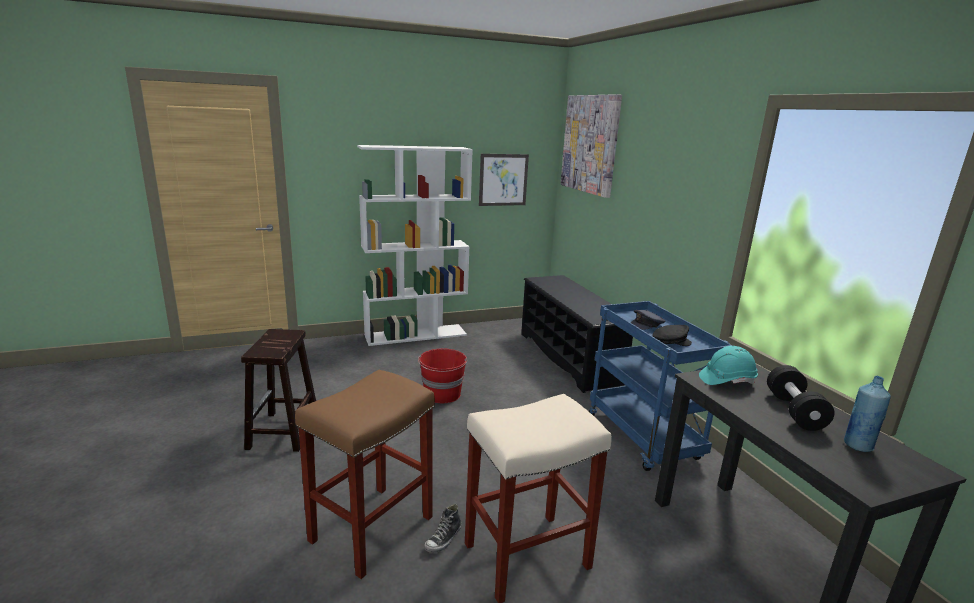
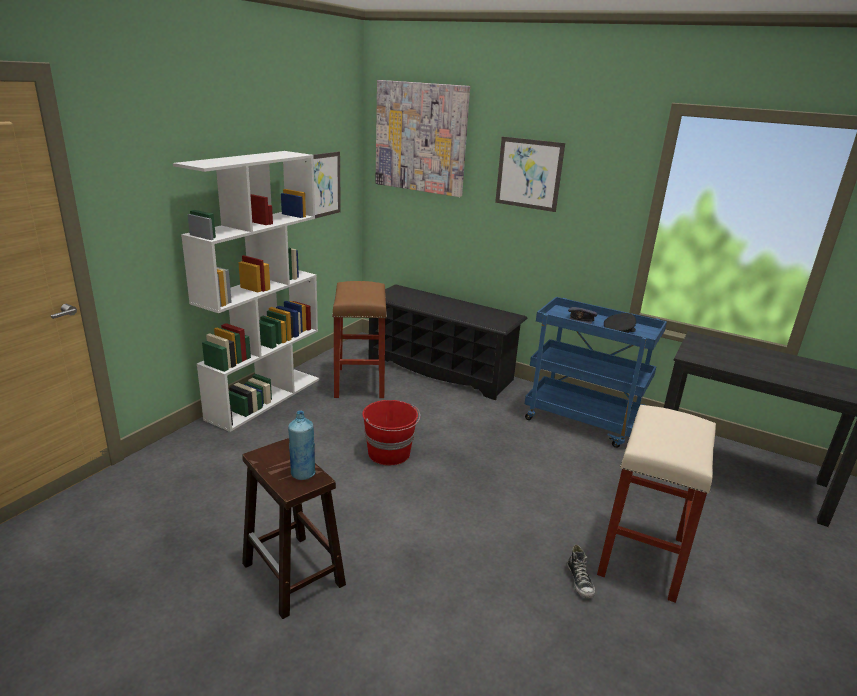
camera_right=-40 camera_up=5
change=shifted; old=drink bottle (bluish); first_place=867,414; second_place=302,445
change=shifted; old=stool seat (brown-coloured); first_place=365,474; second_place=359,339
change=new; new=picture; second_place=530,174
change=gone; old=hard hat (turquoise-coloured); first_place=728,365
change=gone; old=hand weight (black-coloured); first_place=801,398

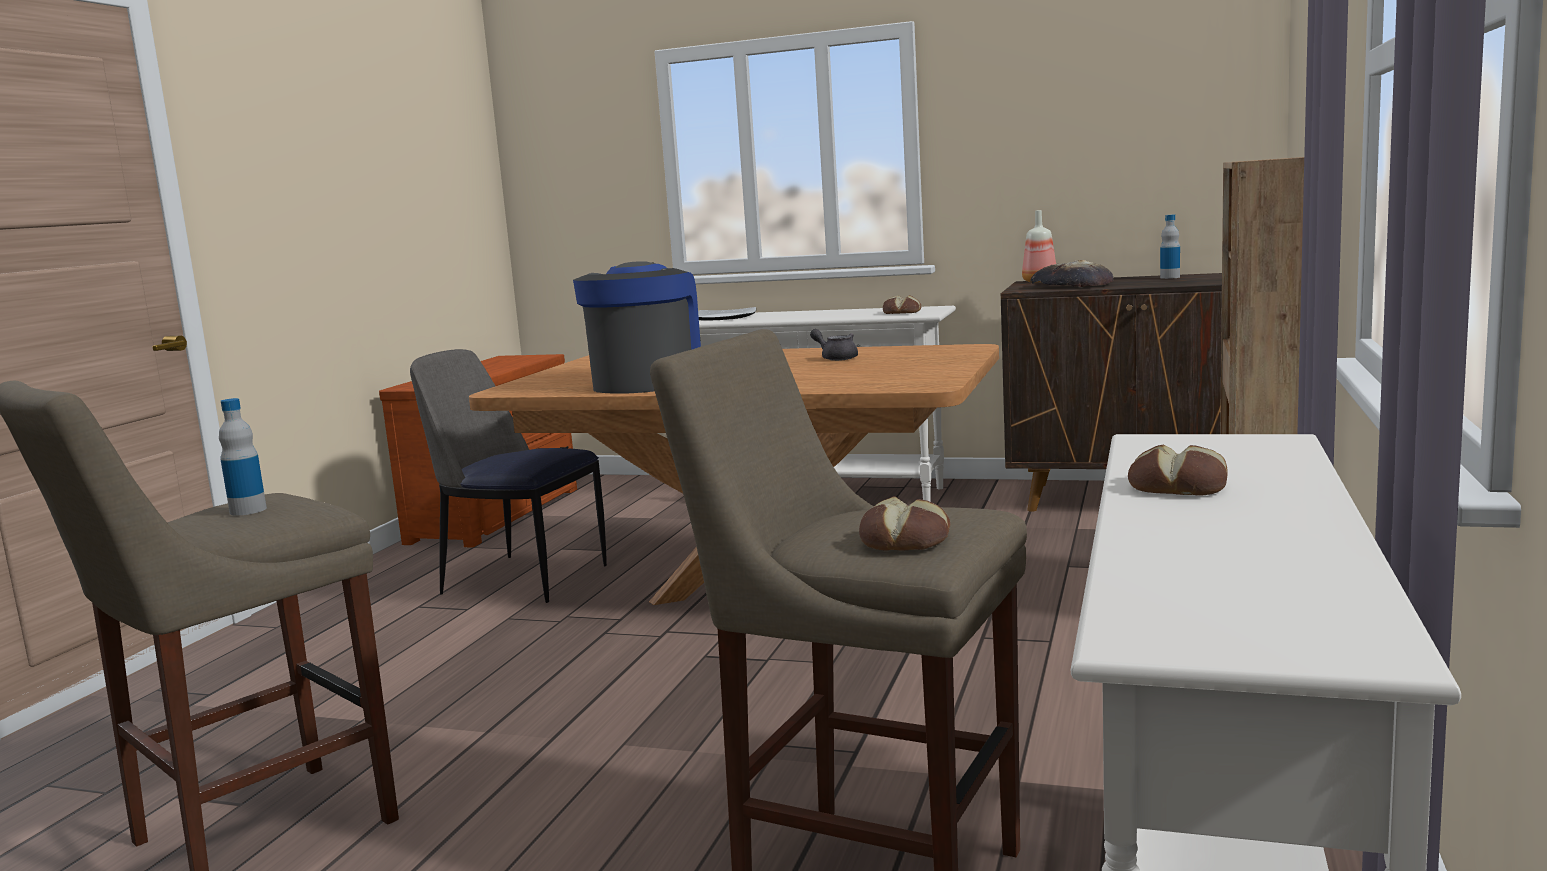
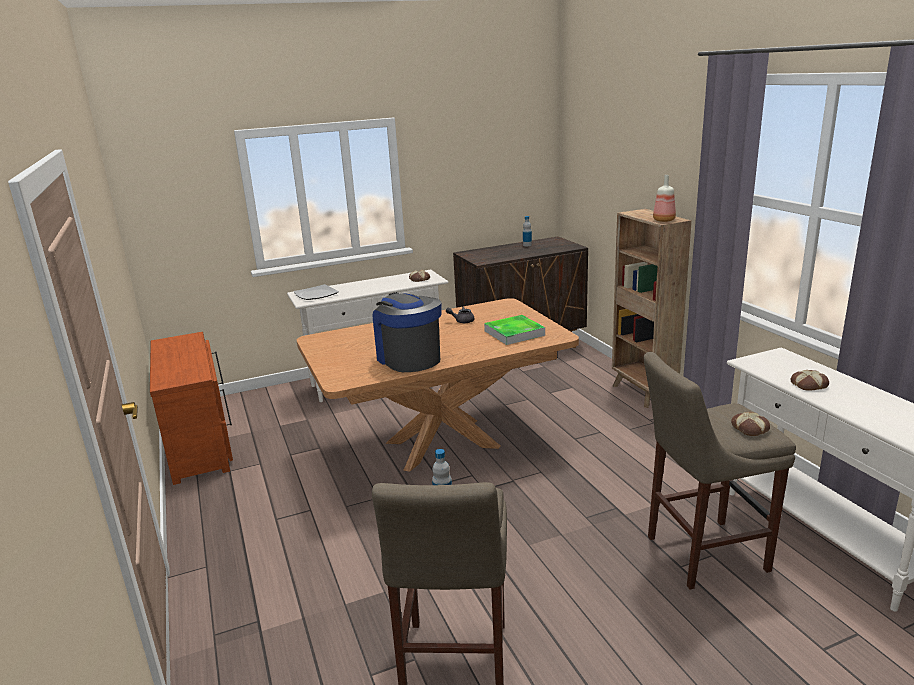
camera_right=-40 camera_up=10
change=new; new=serving tray; second_place=514,330
change=shifted; old=drink bottle; first_place=1039,246; second_place=664,198
change=gone; old=upright chair; first_place=508,476
change=gone; old=bread; first_place=1071,273

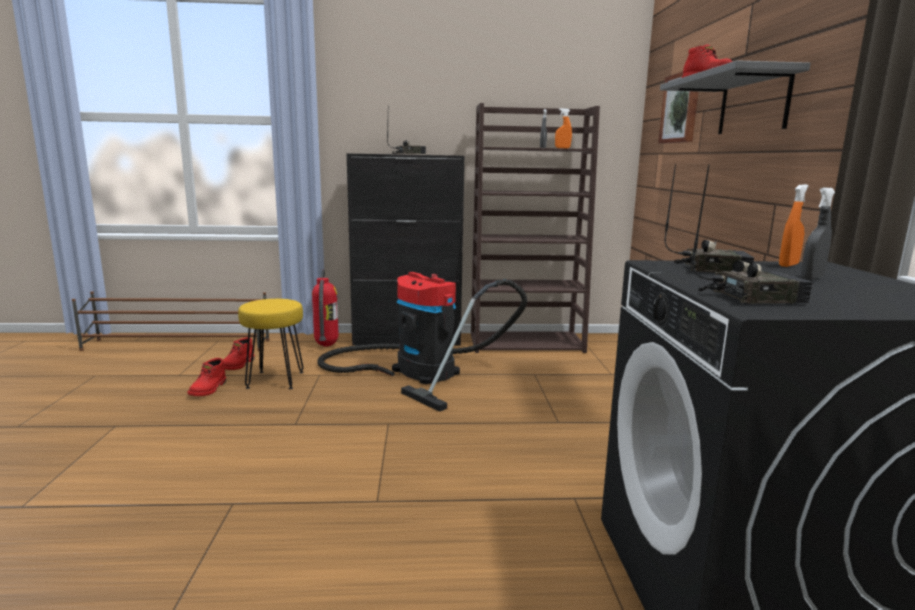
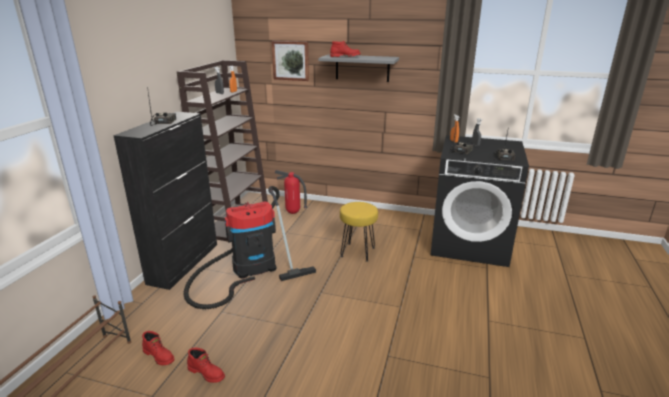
camera_right=-70 camera_up=10
change=shifted; old=fire-fighting cylinder; first_place=325,308; second_place=290,192
change=shifted; old=stool seat (yellow); first_place=271,344; second_place=359,232

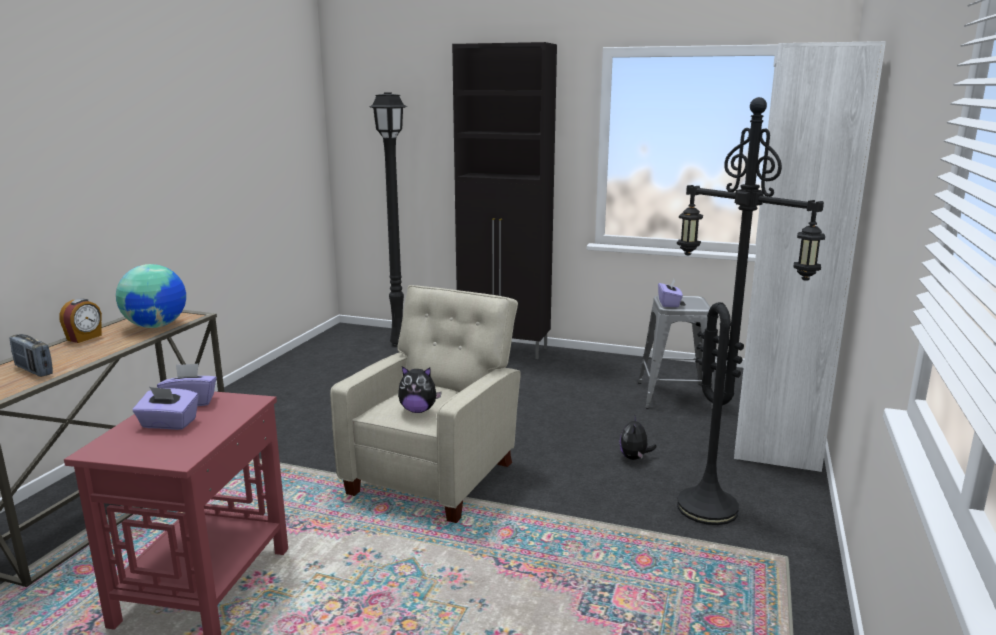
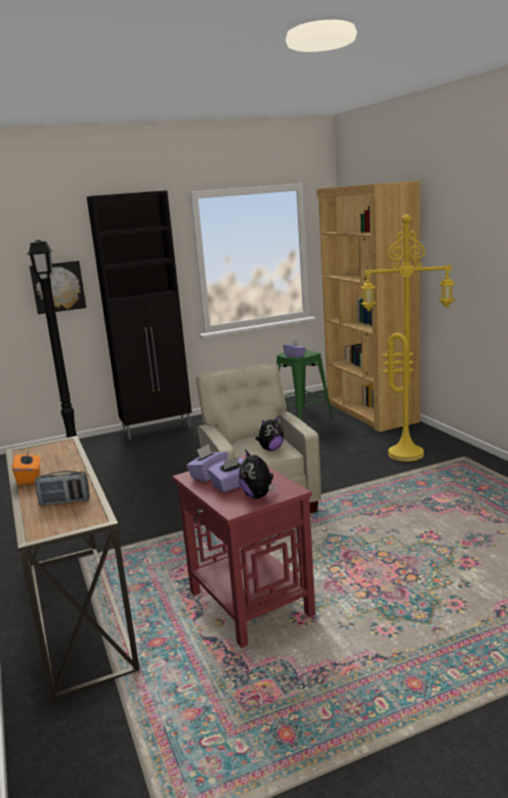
camera_right=-40 camera_up=0
change=swapped; old=bedside clock; new=tissue holder (orange-coloured); first_place=80,320; second_place=26,466
change=new; new=picture; second_place=57,287
change=shifted; old=plush toy; first_place=638,437; second_place=257,474
change=repainted; old=stool seat (greyish); new=stool seat (green-coloured); first_place=676,352; second_place=304,385
change=repainted; old=bookshelf (white); new=bookshelf (brown-coloured); first_place=810,256; second_place=369,306
change=repainted; old=floor lamp (black-coloured); new=floor lamp (yellow); first_place=751,311; second_place=407,338
change=gone; old=desk globe; first_place=151,296

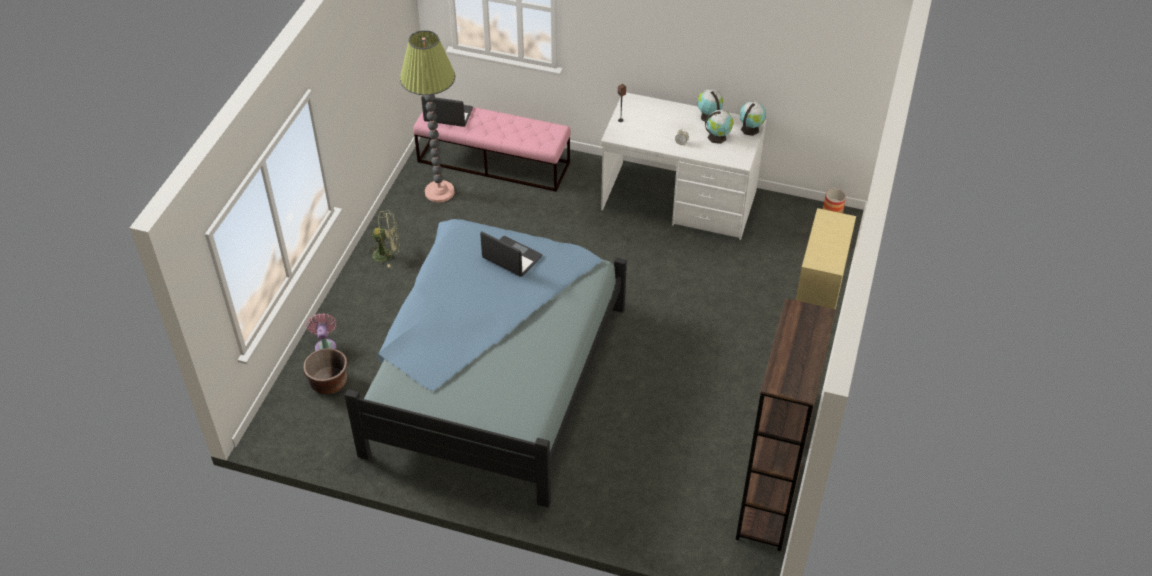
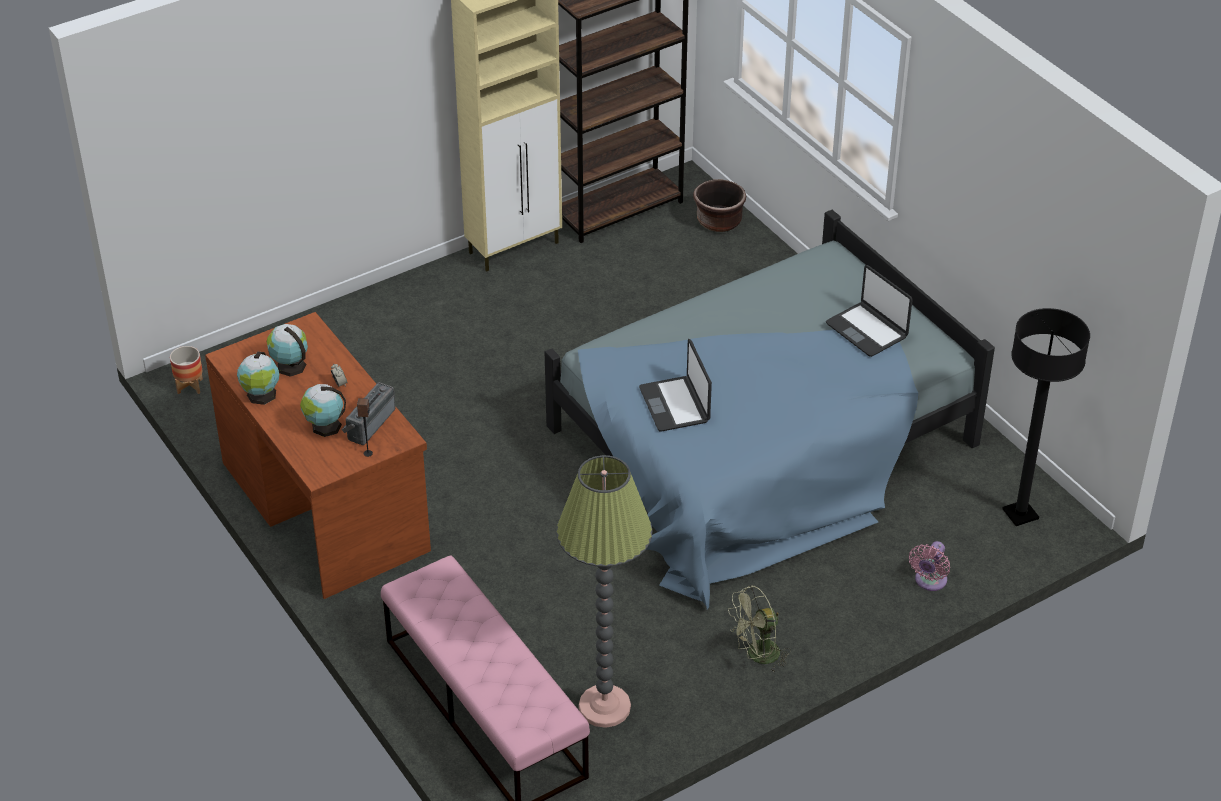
camera_right=-140 camera_up=-5
change=repainted; old=desk unit (white); new=desk unit (brown-coloured); first_place=683,166; second_place=318,455
change=shifted; old=desk globe; first_place=753,118; second_place=323,410
change=new; new=radio receiver; second_place=369,413
change=shifted; old=flower pot (brown-coloured); first_place=325,371; second_place=719,205
change=rotated; old=electric fan (green-coloured); first_place=383,239; second_place=759,629; degrees=-60
change=shifted; old=notebook computer; first_place=447,111; second_place=869,311
change=new; new=floor lamp (black-coloured); second_place=1046,417

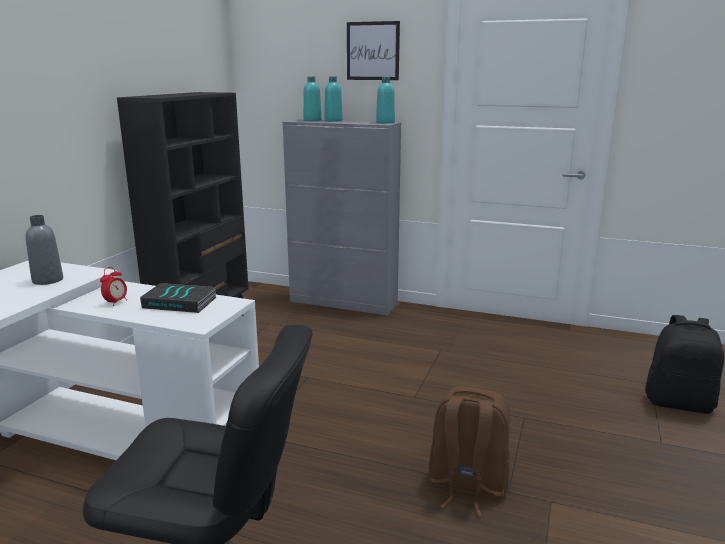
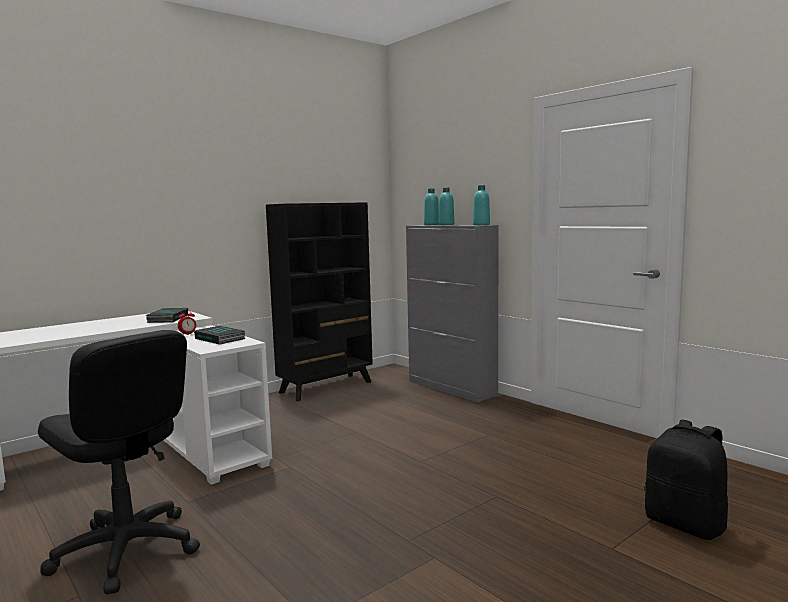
camera_right=30 camera_up=-10
change=swapped; old=drink bottle (greyish); new=volume; first_place=44,250; second_place=167,315
change=gone; old=picture; first_place=373,50
change=gone; old=knapsack (brown-coloured); first_place=469,451

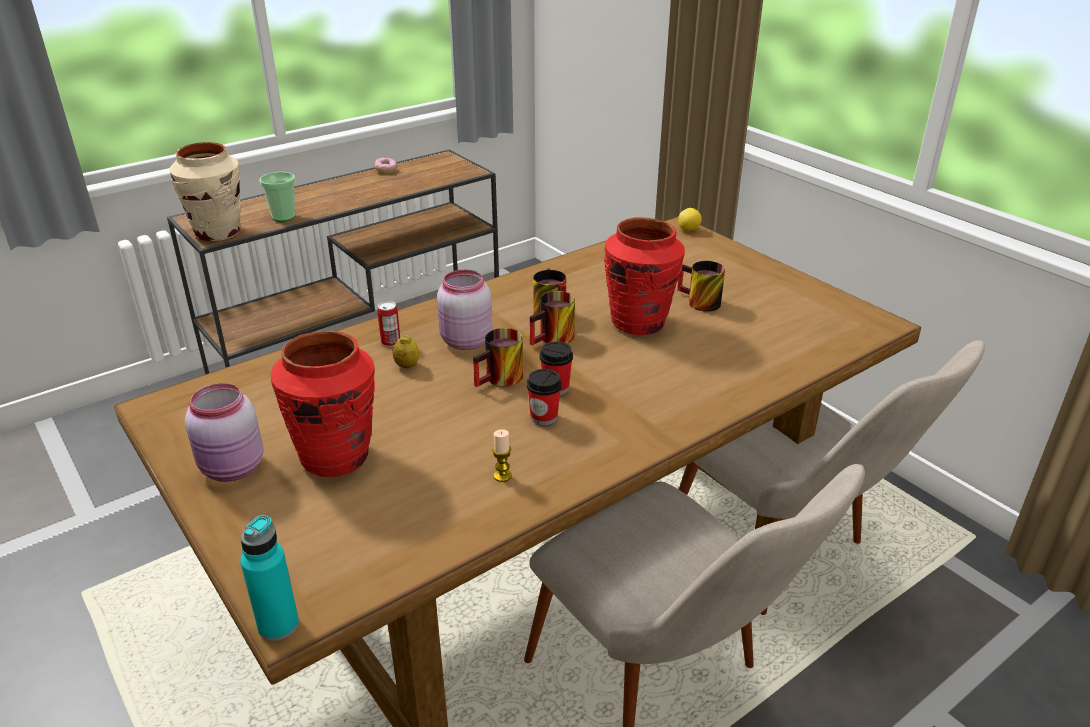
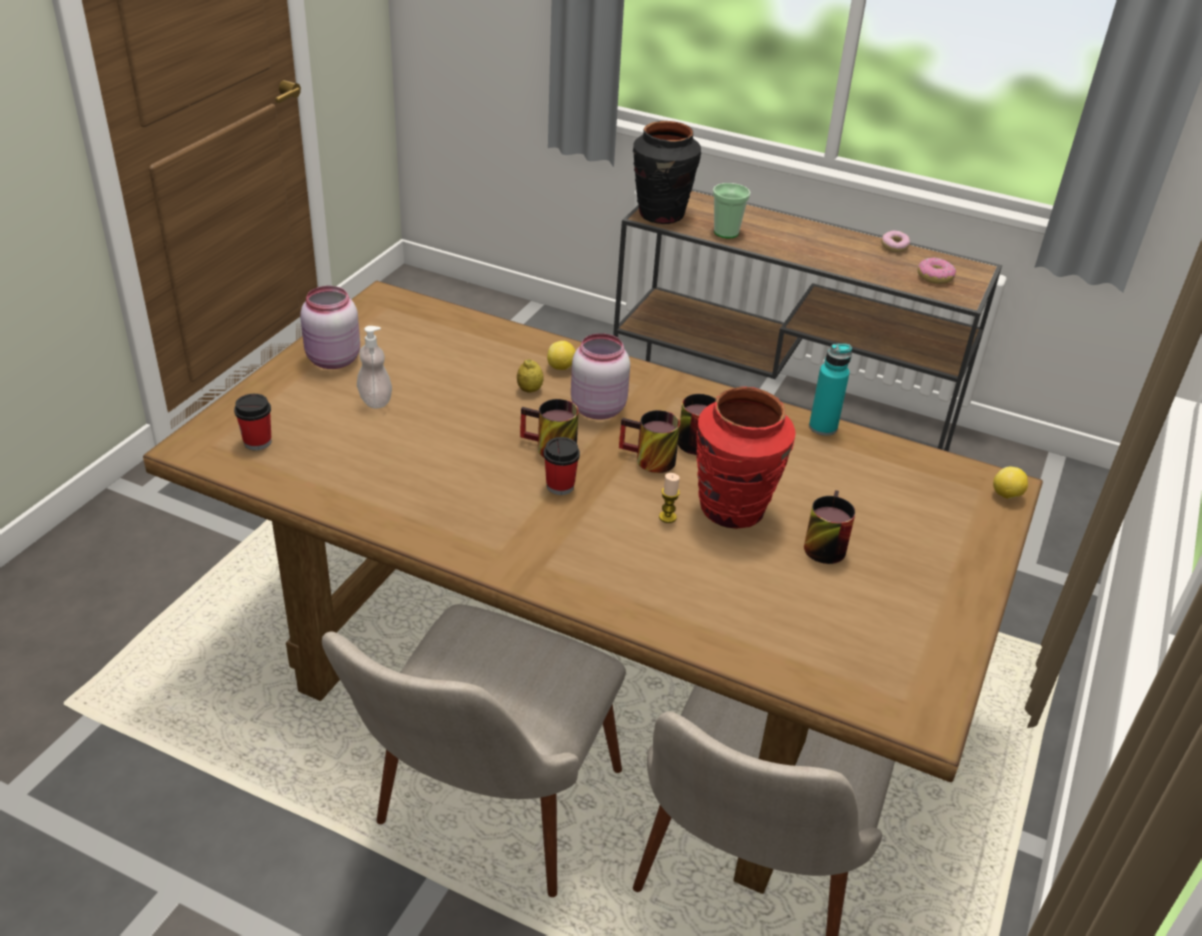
camera_right=60 camera_up=5
change=shifted; old=small cup; first_place=544,397; second_place=252,422
change=swapped; old=decorative vase (red); new=soap bottle; first_place=323,404; second_place=374,367
change=swapped; old=sealed can; new=citrus fruit; first_place=388,323; second_place=561,355
change=repainted; old=decorative vase (beige); new=decorative vase (black-coloured); first_place=205,191; second_place=667,172
change=shifted; old=candle; first_place=502,455; second_place=669,498
change=shifted; old=drink bottle (turquoise-coloured); first_place=269,578; second_place=830,390
change=new; new=ring doughnut; second_place=937,271

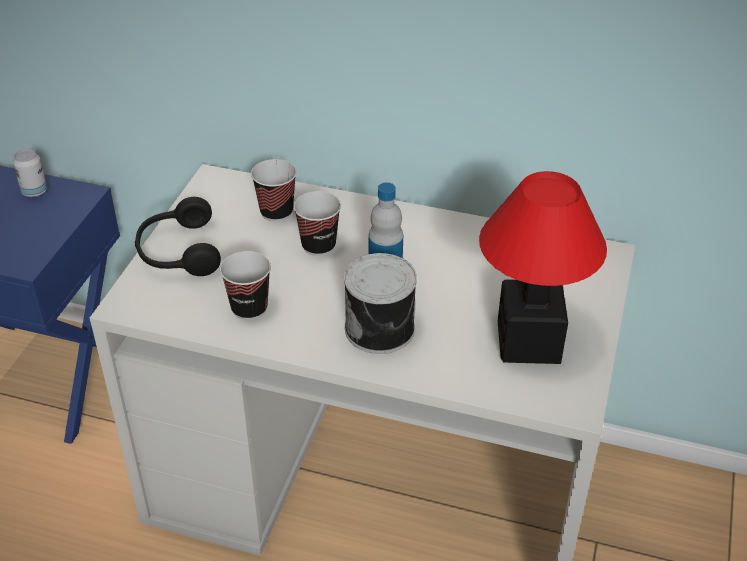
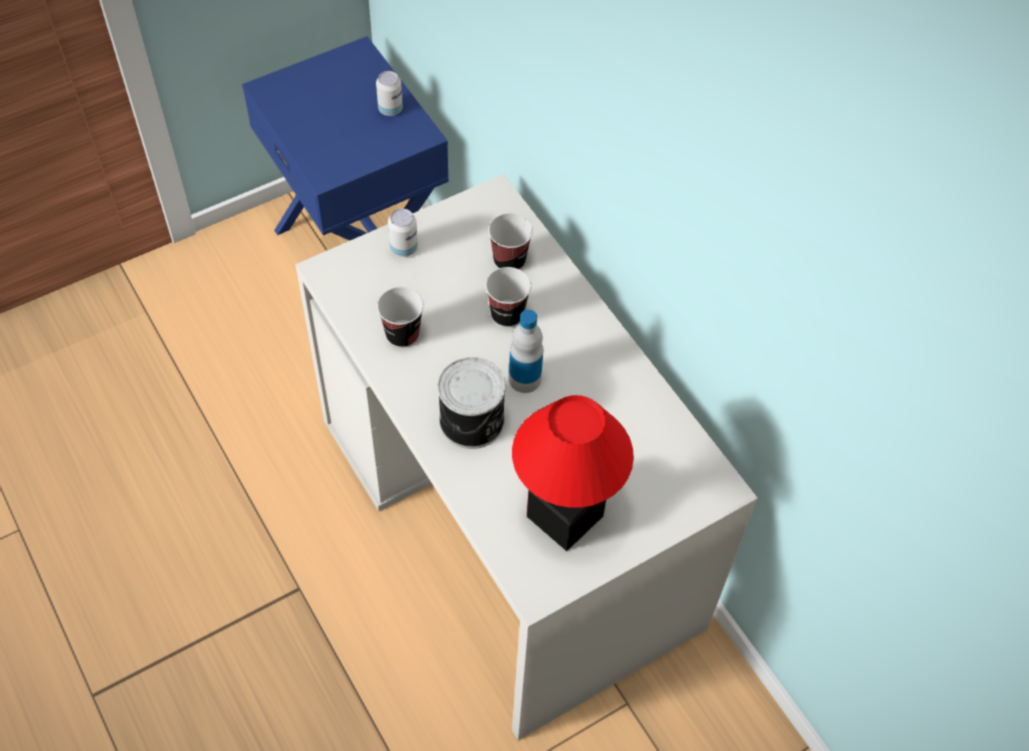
camera_right=40 camera_up=15
change=swapped; old=headphones (black-coloured); new=sealed can; first_place=178,236; second_place=403,232

